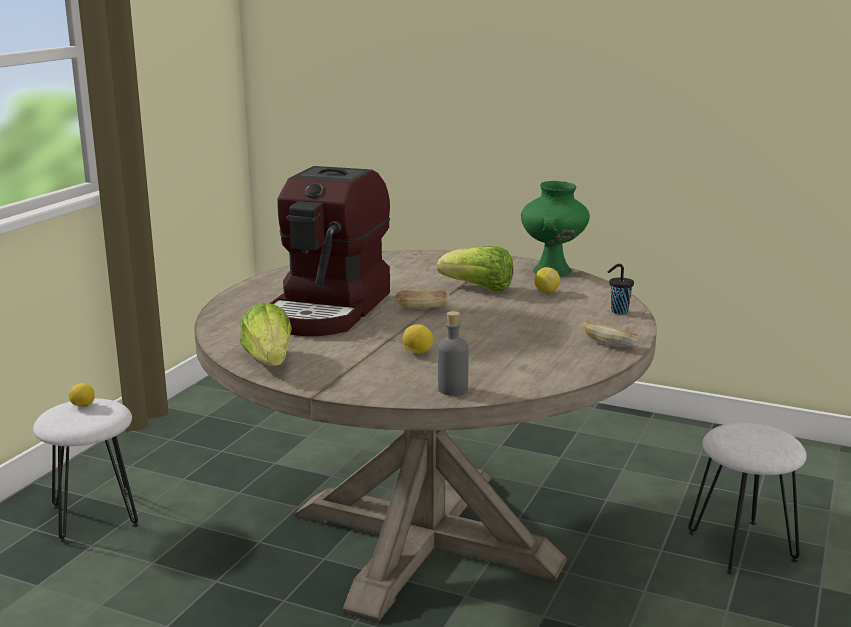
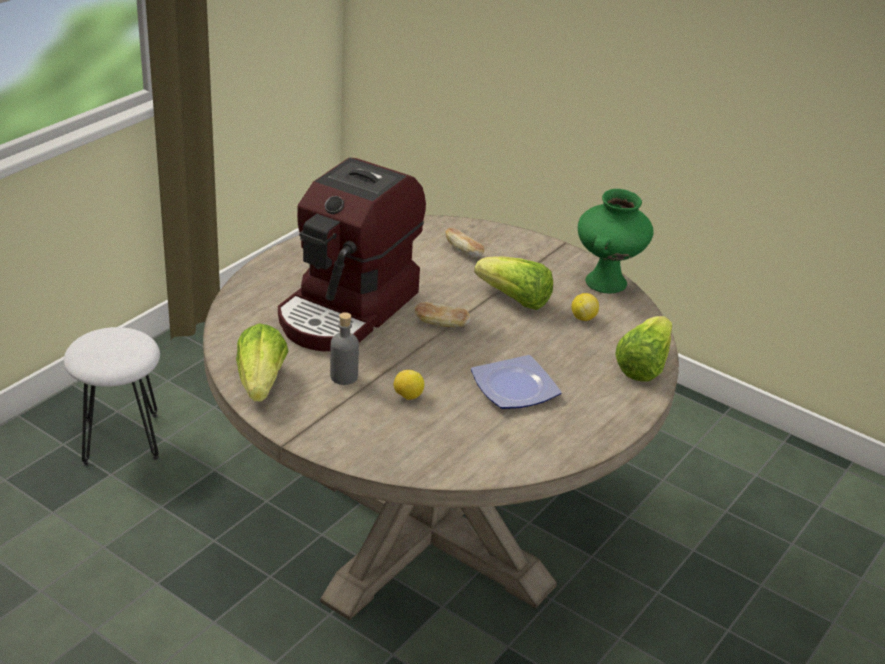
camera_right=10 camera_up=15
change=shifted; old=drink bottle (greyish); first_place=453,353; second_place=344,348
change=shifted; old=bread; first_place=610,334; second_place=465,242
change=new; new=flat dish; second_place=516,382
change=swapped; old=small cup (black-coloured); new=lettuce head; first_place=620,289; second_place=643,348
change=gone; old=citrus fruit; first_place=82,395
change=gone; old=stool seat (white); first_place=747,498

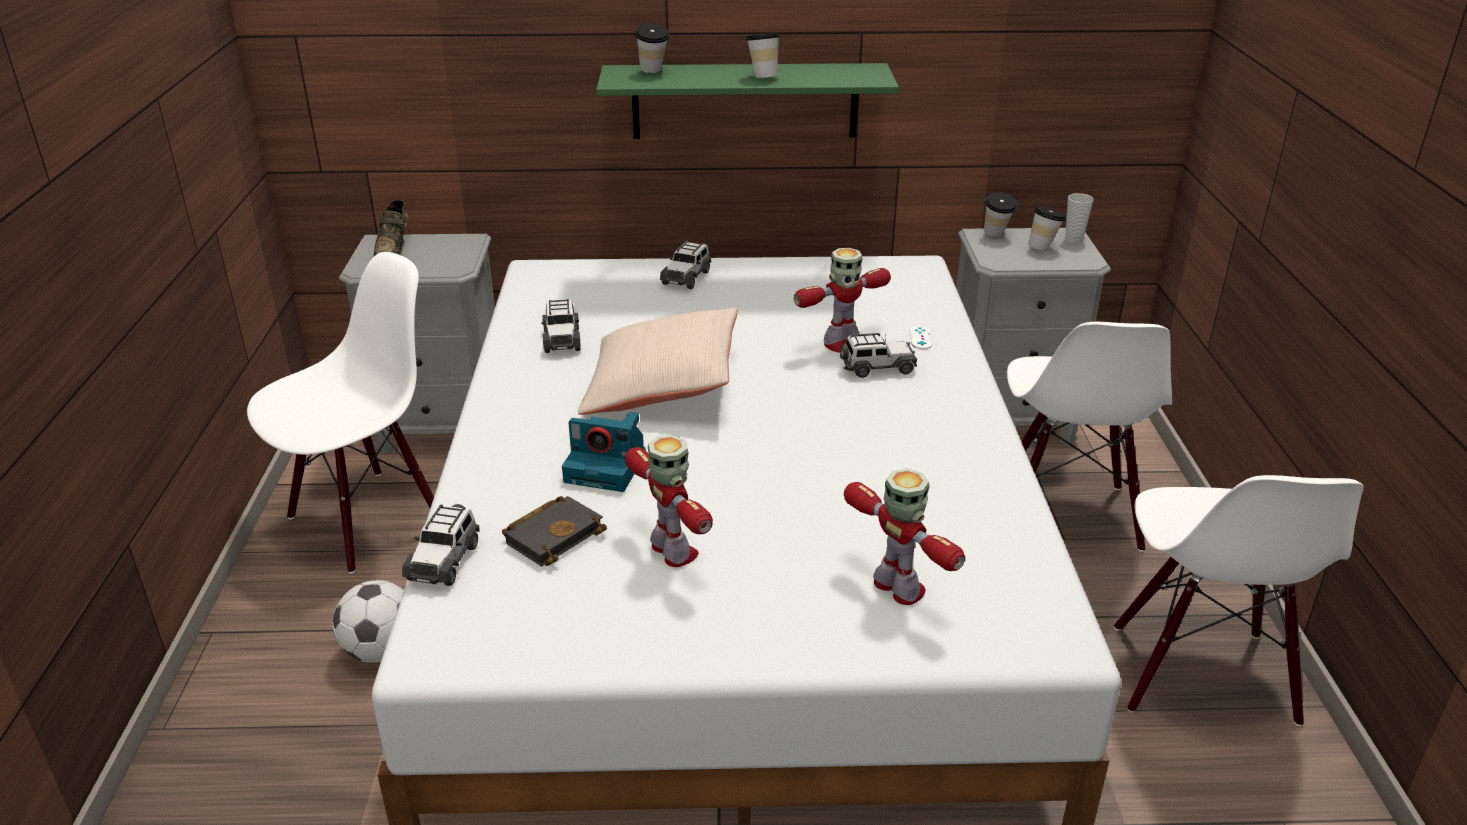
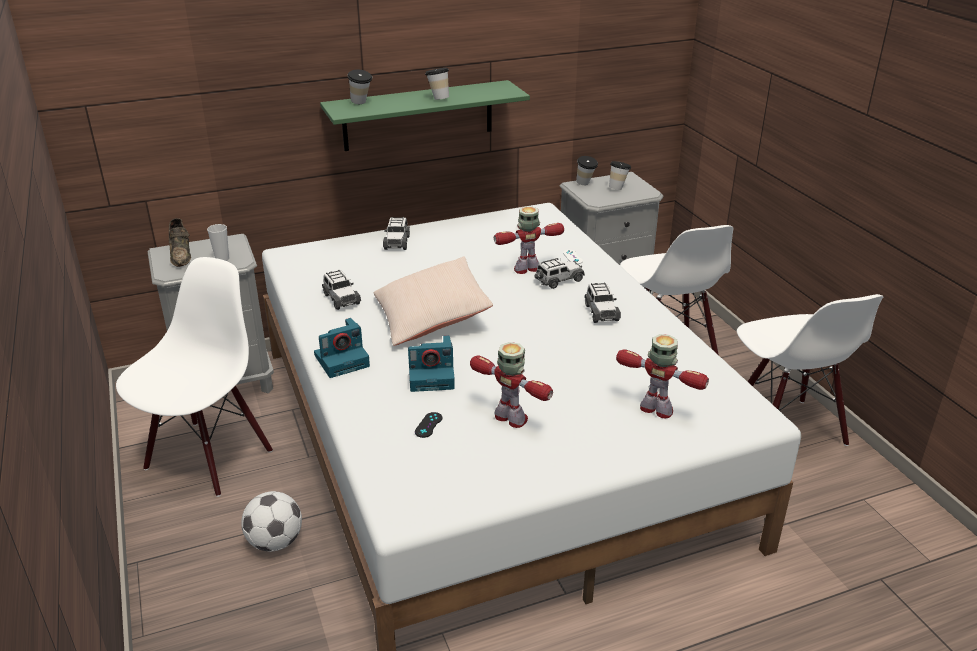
camera_right=-20 camera_up=0
change=shifted; old=small cup; first_place=1079,218; second_place=218,242
change=new; new=still camera; second_place=342,348
change=swapped; old=volume (black-coloured); new=joypad (black-coloured); first_place=554,531; second_place=428,425
change=rotated; old=robot figure; first_place=842,300; second_place=529,240; degrees=-150
change=shifted; old=miniature car; first_place=441,545; second_place=603,302

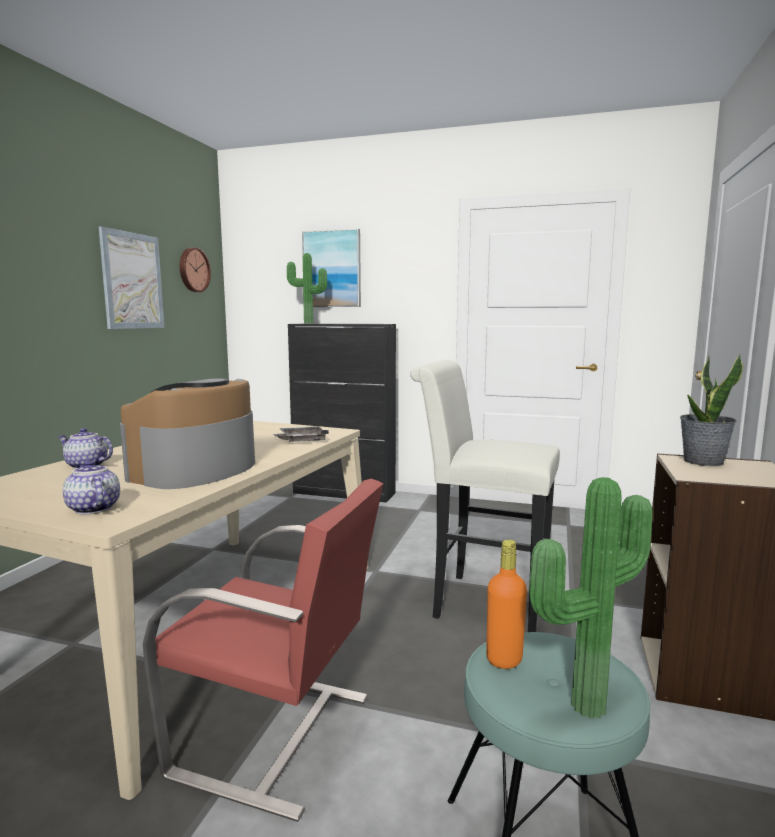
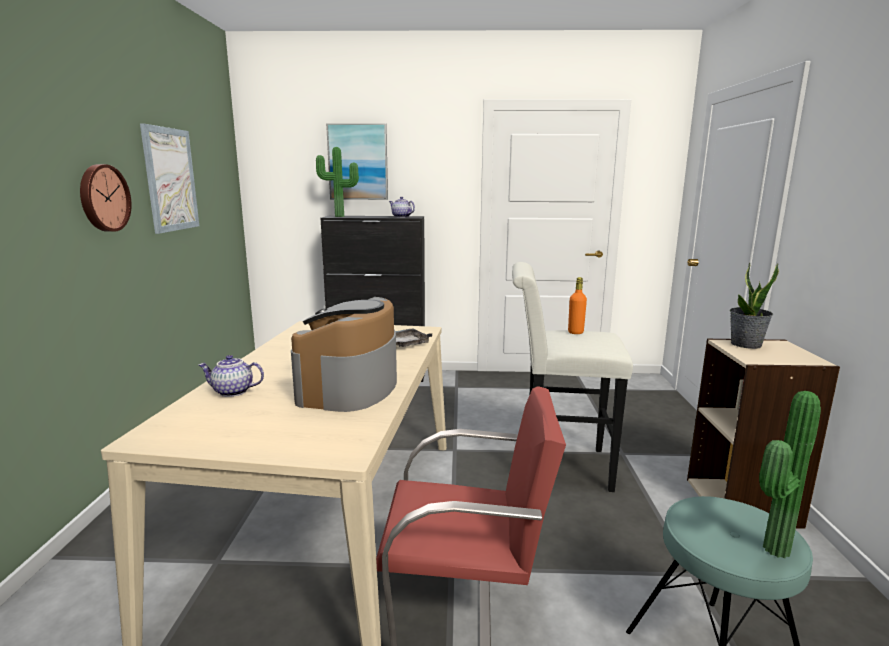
camera_right=-15 camera_up=5
change=shifted; old=clock on the wall; first_place=195,269; second_place=106,198
change=shifted; old=pot for tea; first_place=91,487; second_place=402,207
change=shifted; old=drink bottle (orange-coloured); first_place=506,604; second_place=577,305

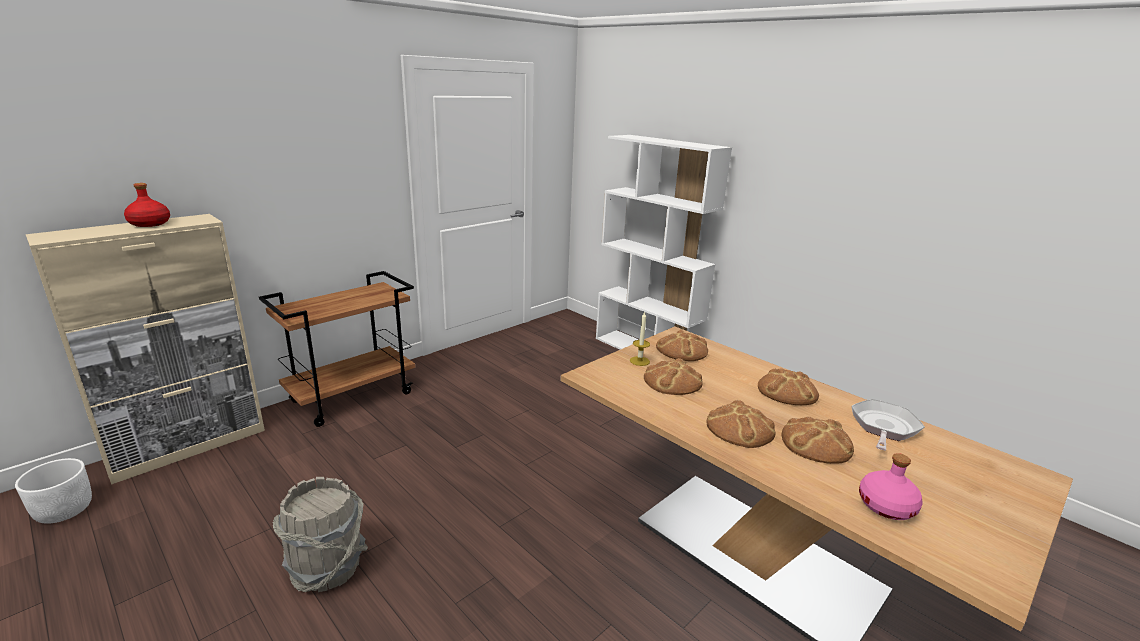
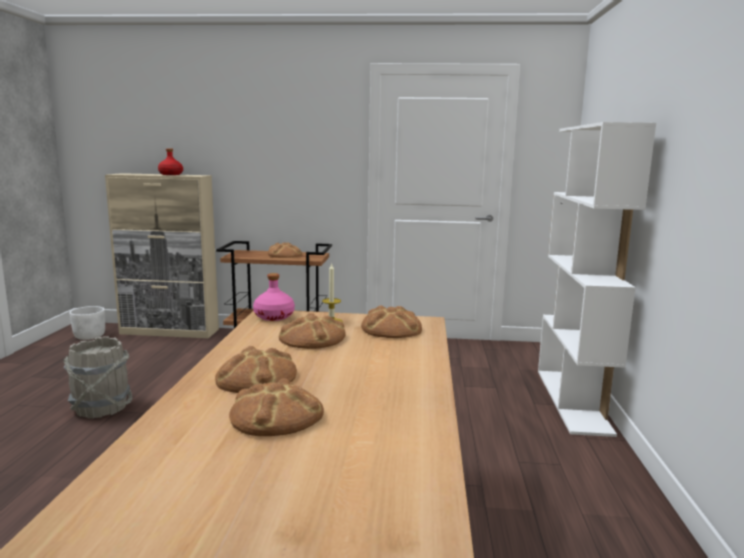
camera_right=50 camera_up=-10
change=shifted; old=drink bottle (pink); first_place=891,486; second_place=274,297
change=shifted; old=bread; first_place=788,386; second_place=285,250
change=gone; old=frying pan; first_place=888,424

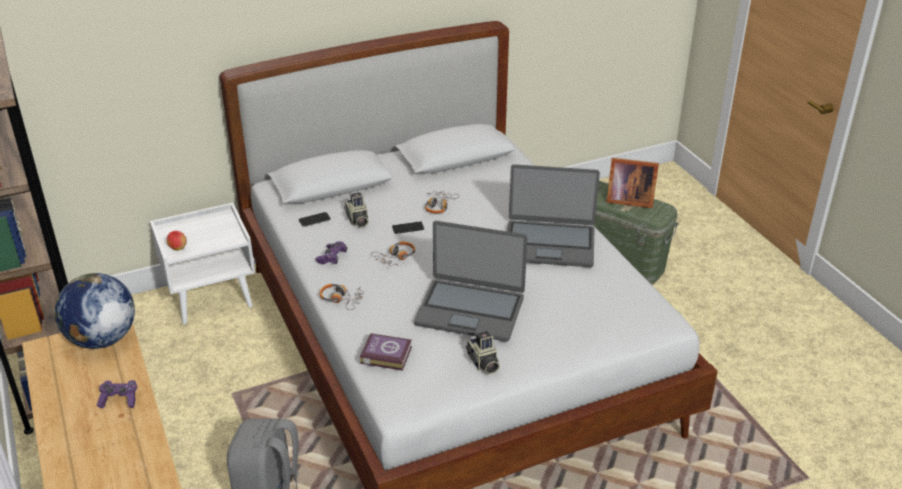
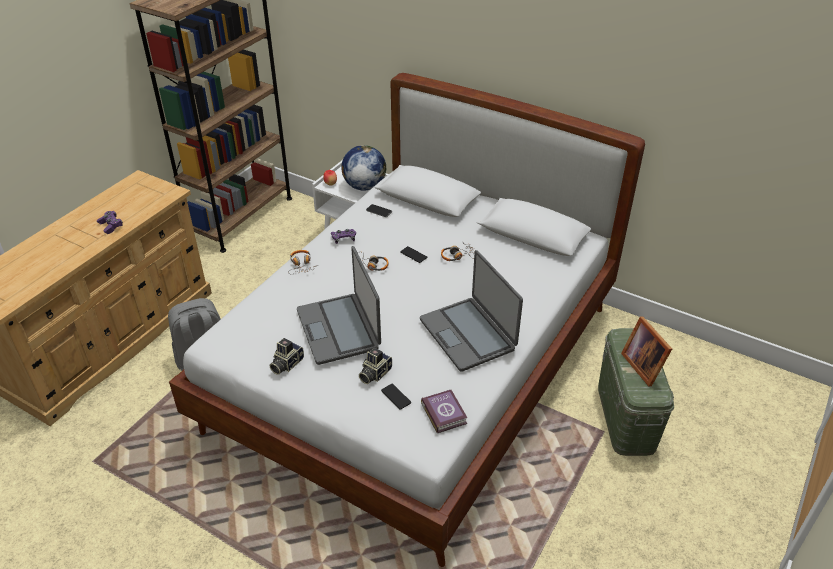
camera_right=55 camera_up=5
change=shifted; old=desk globe; first_place=94,311; second_place=363,168
change=shifted; old=still camera; first_place=356,210; second_place=375,365
change=new; new=telephone; second_place=396,397
change=shifted; old=volume; first_place=386,351; second_place=444,411

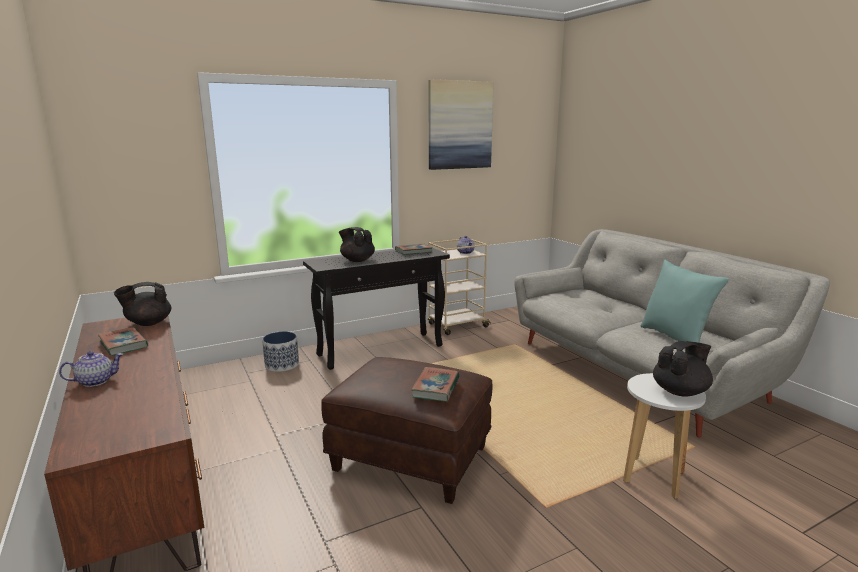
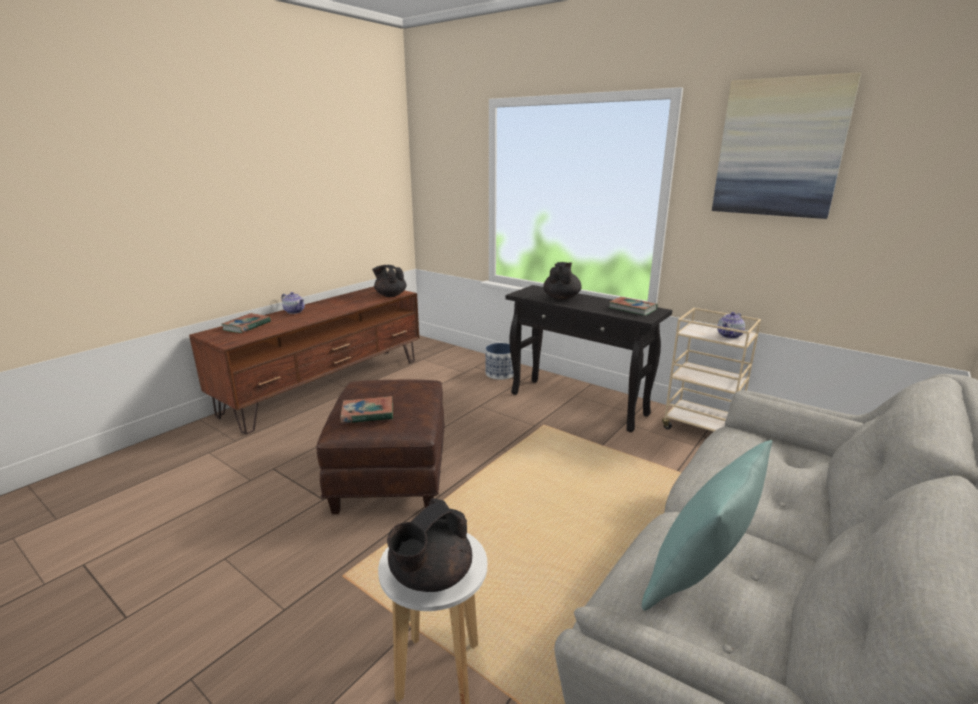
camera_right=65 camera_up=5
change=shifted; old=volume; first_place=123,341; second_place=246,323
change=rotated; old=pot for tea (black-coloured); first_place=683,369; second_place=429,545; degrees=90

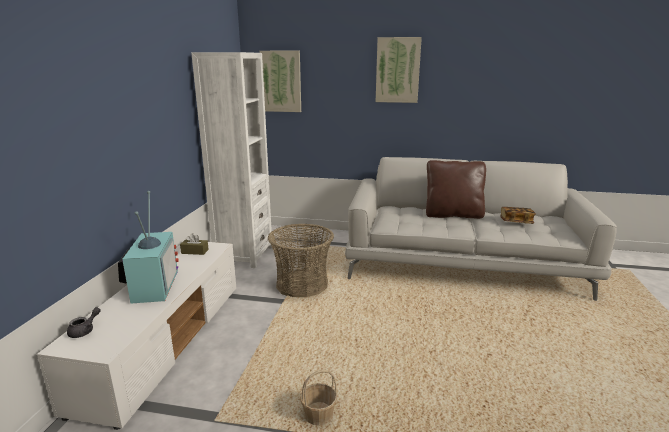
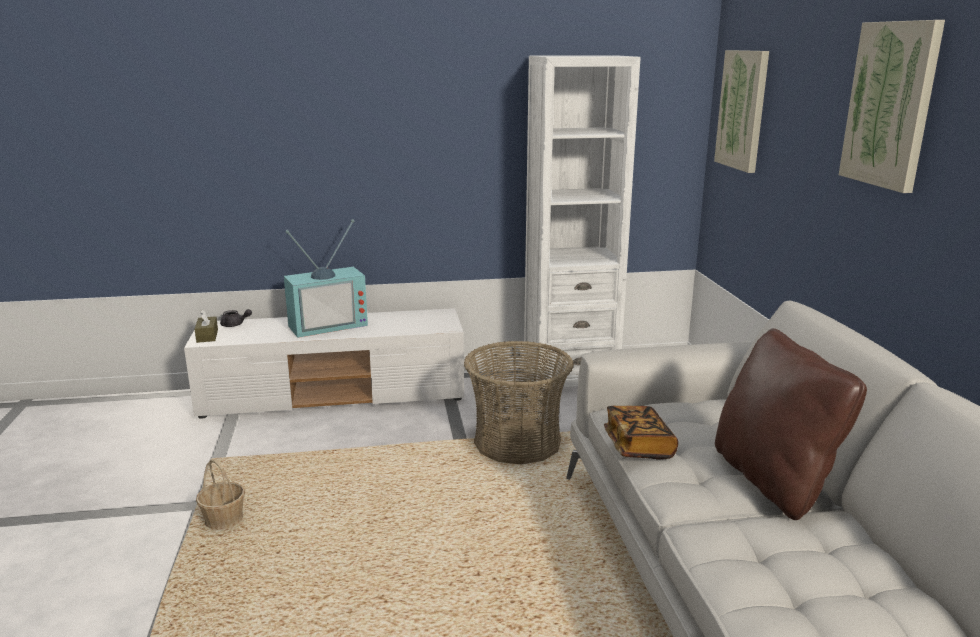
camera_right=70 camera_up=0
change=shifted; old=tissue holder (brown-coloured); first_place=194,244; second_place=206,326
change=shifted; old=volume; first_place=518,215; second_place=641,433

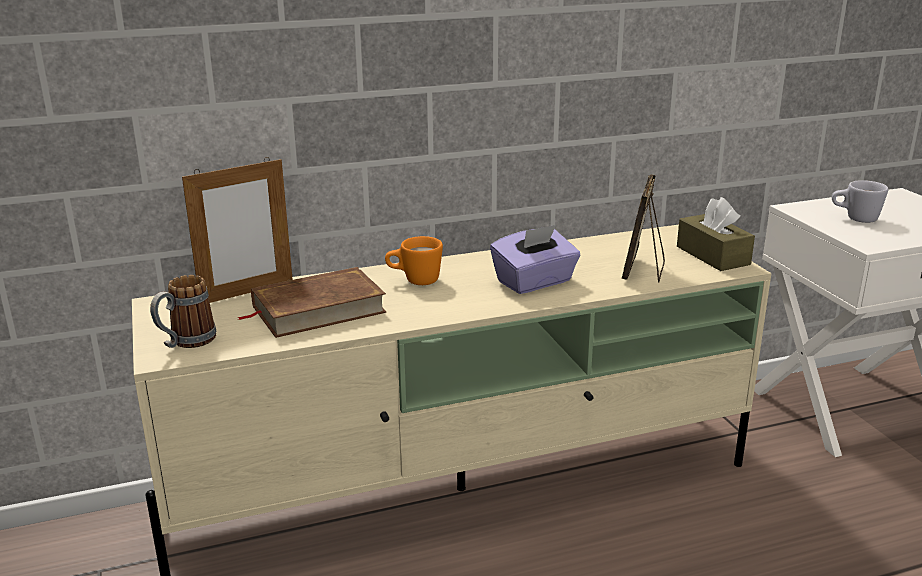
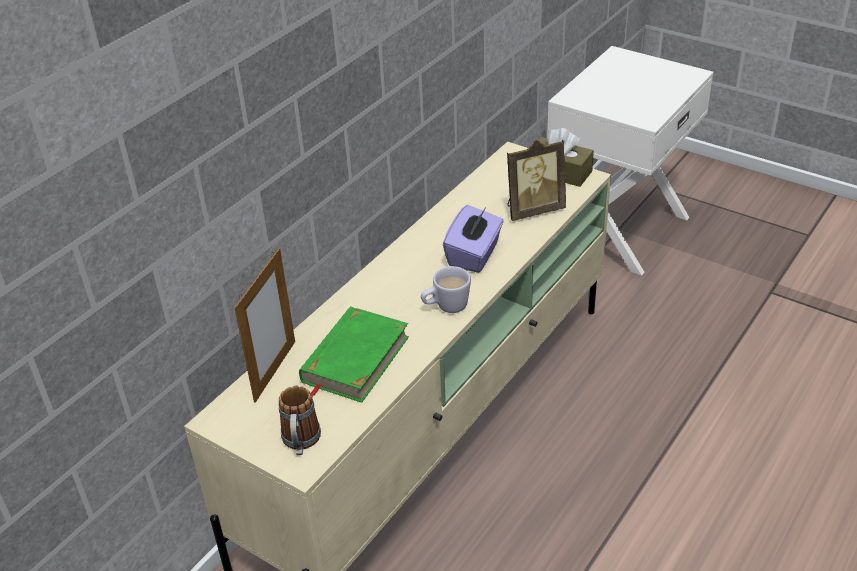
camera_right=-35 camera_up=15
change=repainted; old=volume (brown-coloured); new=volume (green-coloured); first_place=311,302; second_place=354,354
change=shifted; old=mug (white); first_place=860,201; second_place=446,289
change=rotated; old=photo frame; first_place=643,228; second_place=536,180; degrees=-90
change=gone; old=mug (orange-coloured); first_place=414,260

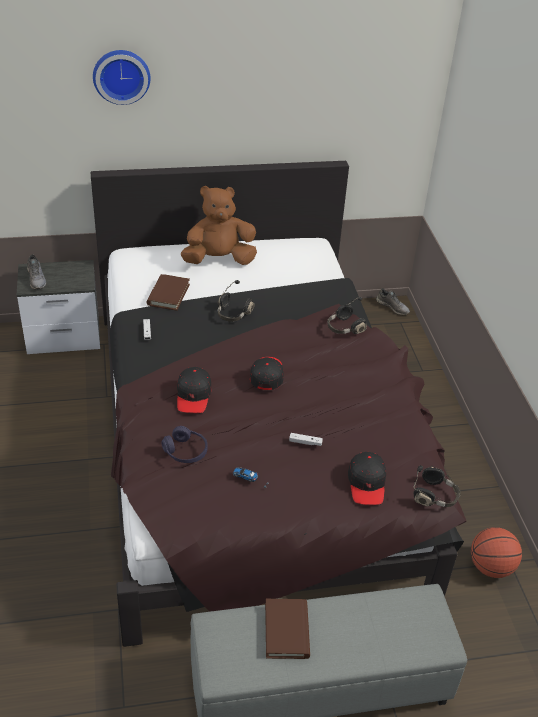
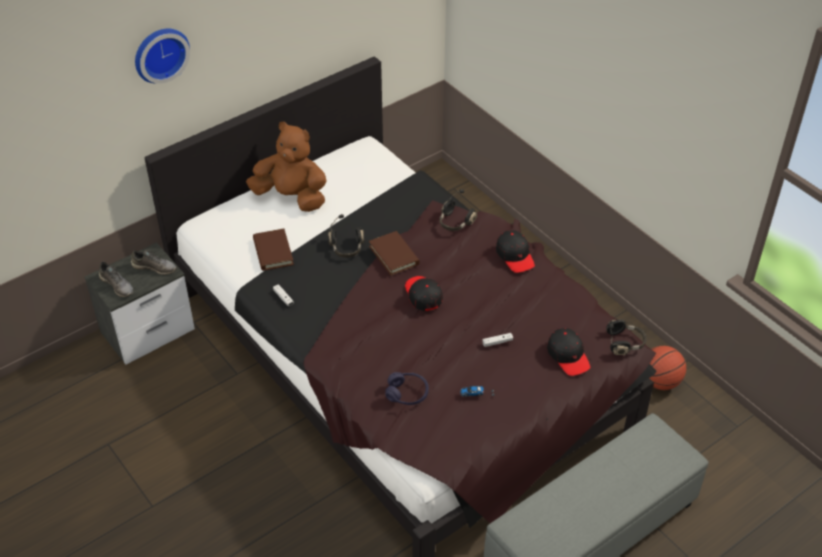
camera_right=-25 camera_up=5
change=shifted; old=item of footwear (greyish); first_place=393,301; second_place=154,262
change=rotated; old=plush toy (brown-coloured); first_place=219,225; second_place=286,167; degrees=60
change=shifted; old=volume (brown-coloured); first_place=287,629; second_place=394,253
change=shifted; old=cap (black-coloured); first_place=194,390; second_place=515,251

